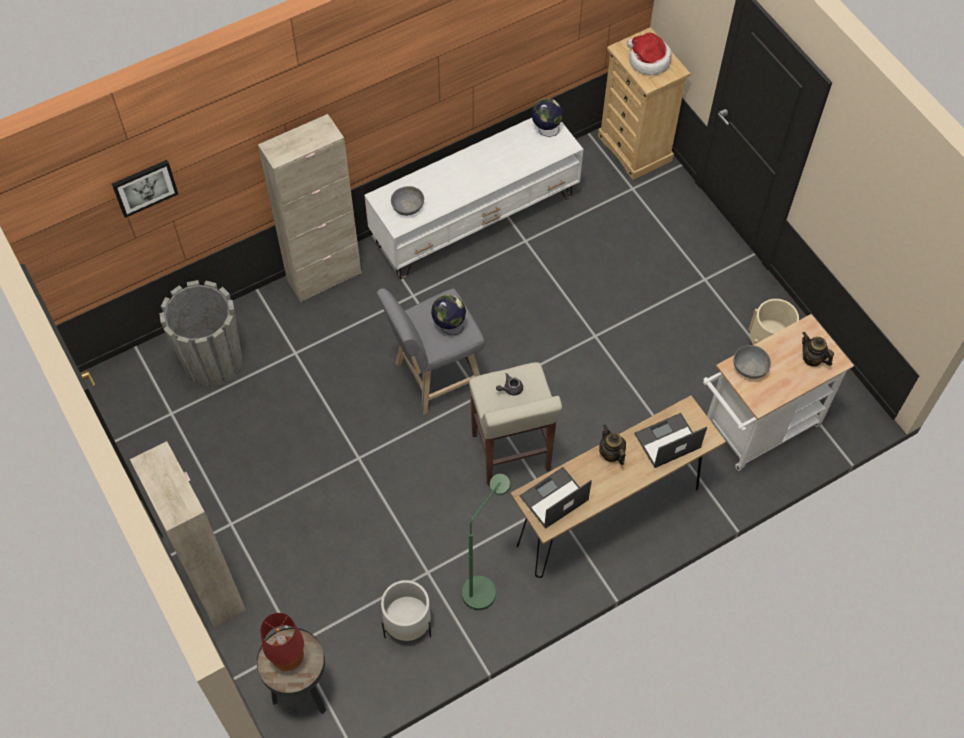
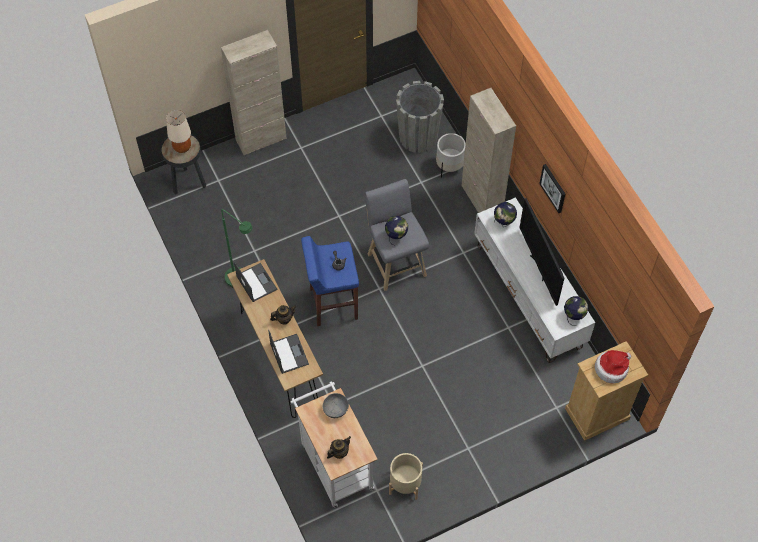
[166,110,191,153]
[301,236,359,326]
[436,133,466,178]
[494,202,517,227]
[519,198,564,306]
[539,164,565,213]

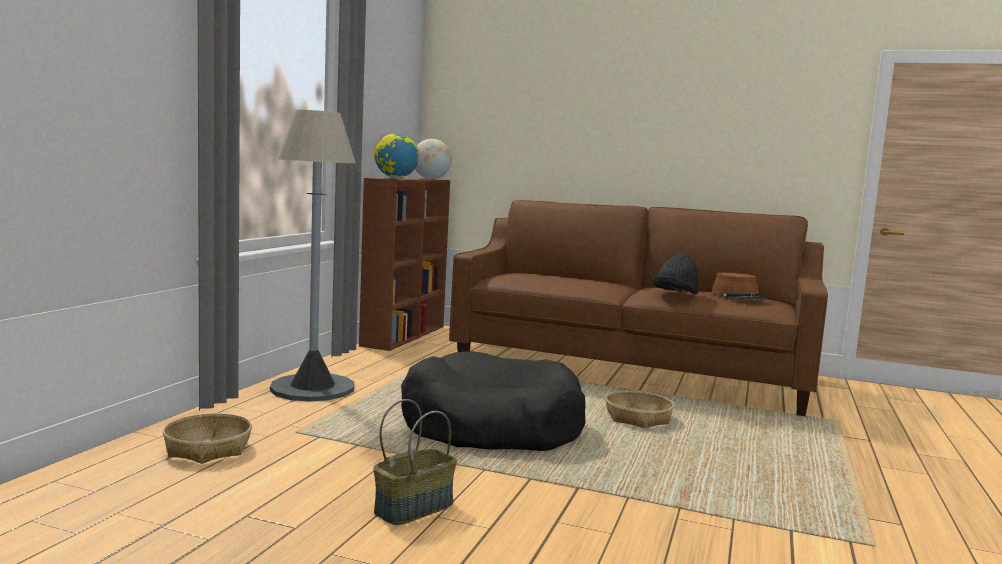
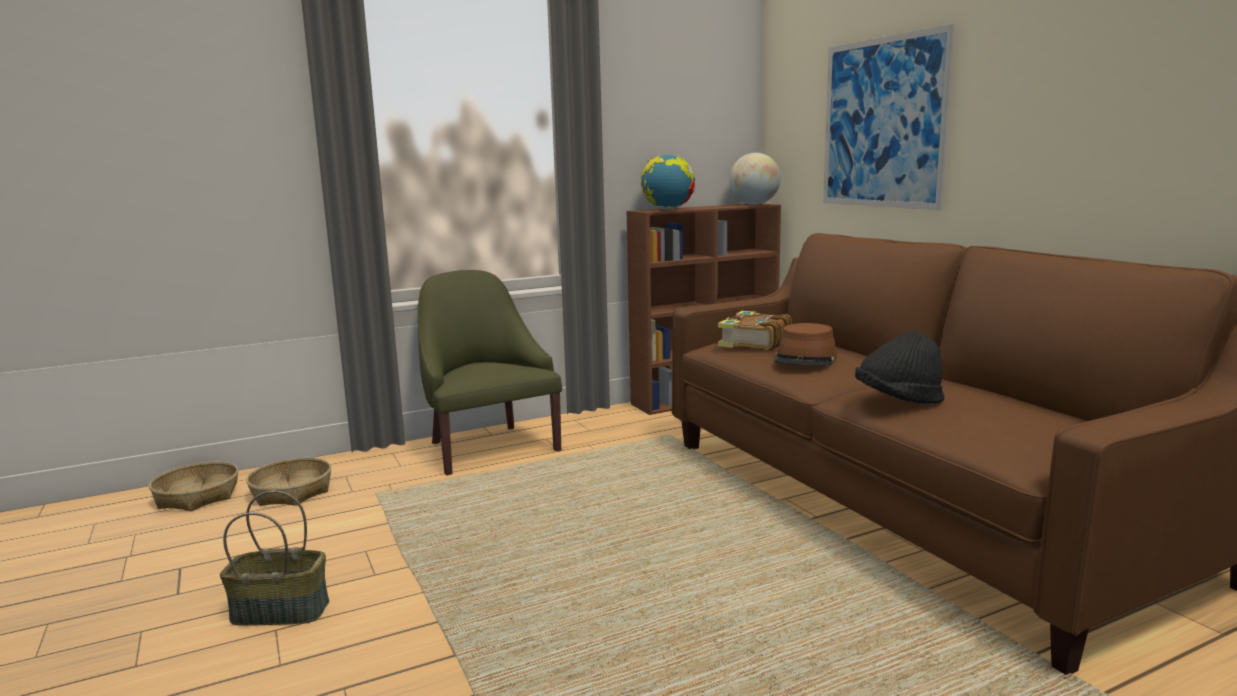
[149,462,238,511]
[418,270,562,475]
[718,311,792,350]
[774,323,837,366]
[823,24,956,210]
[401,351,586,451] (first image)

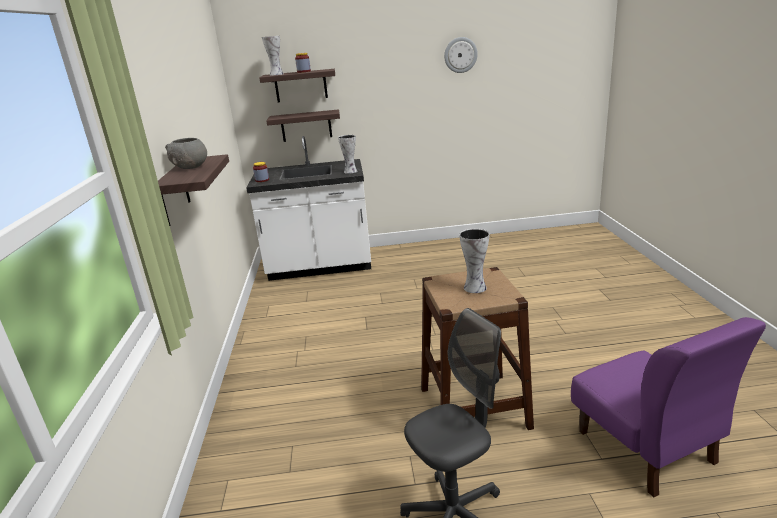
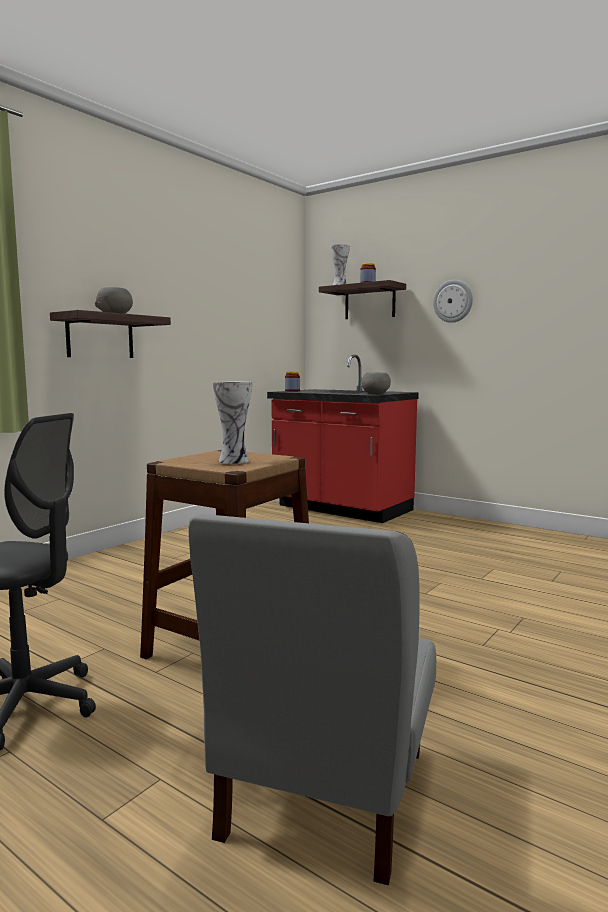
[188,514,436,886]
[267,355,419,523]
[361,373,391,394]
[433,280,473,323]
[266,109,340,142] (first image)

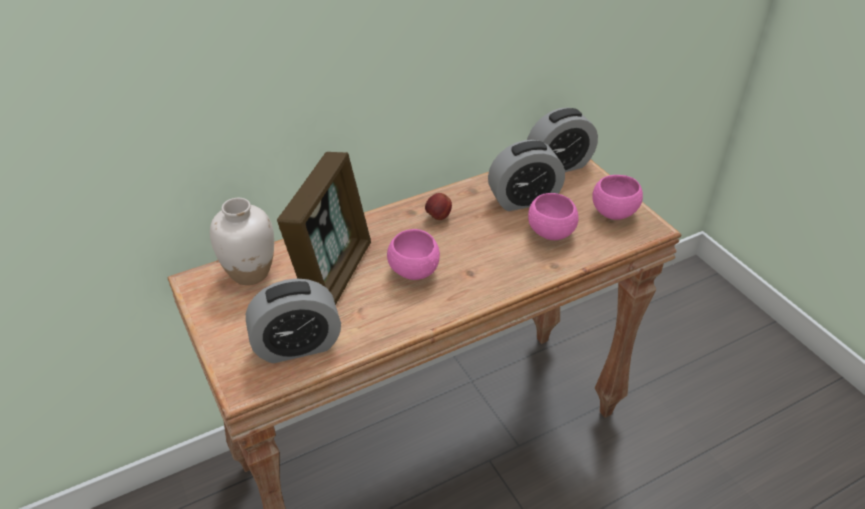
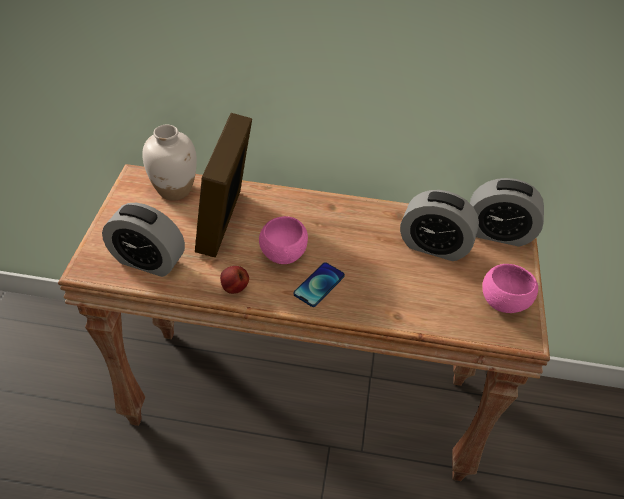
[195,113,252,257]
[220,266,249,294]
[294,262,345,307]
[528,193,579,240] (first image)

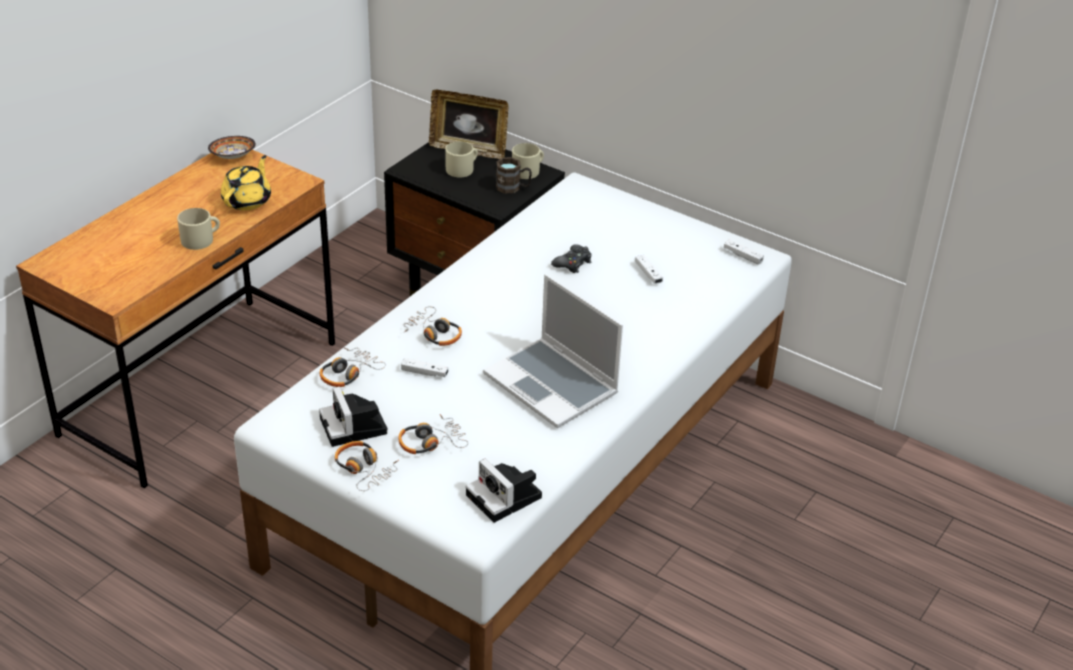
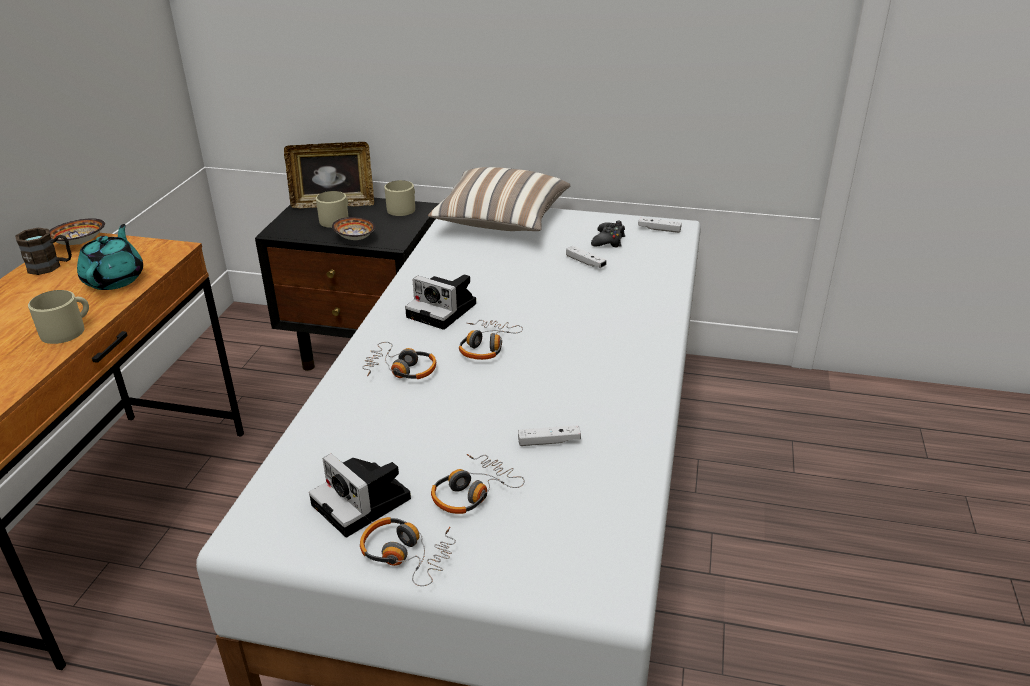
[15,228,72,275]
[77,224,143,290]
[332,217,375,240]
[405,274,476,330]
[428,167,571,231]
[459,320,523,360]
[518,425,581,446]
[591,221,625,248]
[483,274,623,428] (first image)

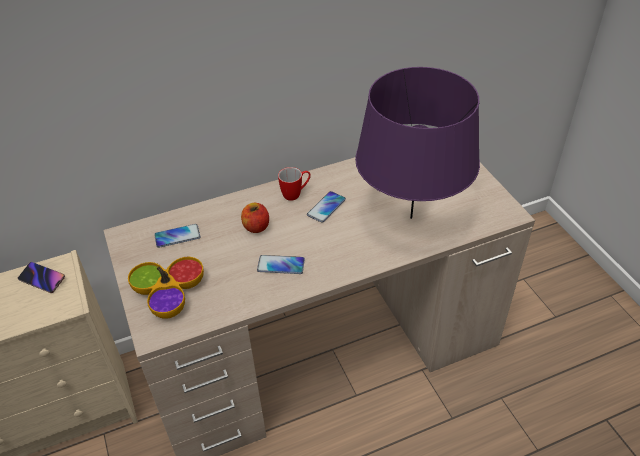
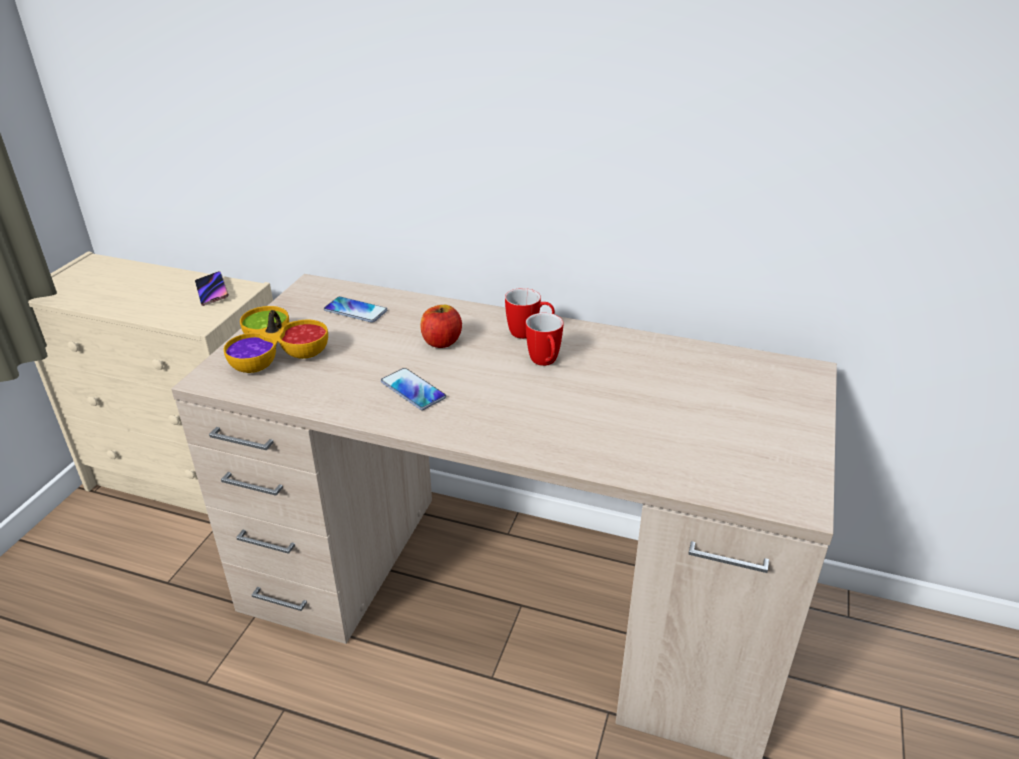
[526,313,563,366]
[355,67,480,219] (first image)

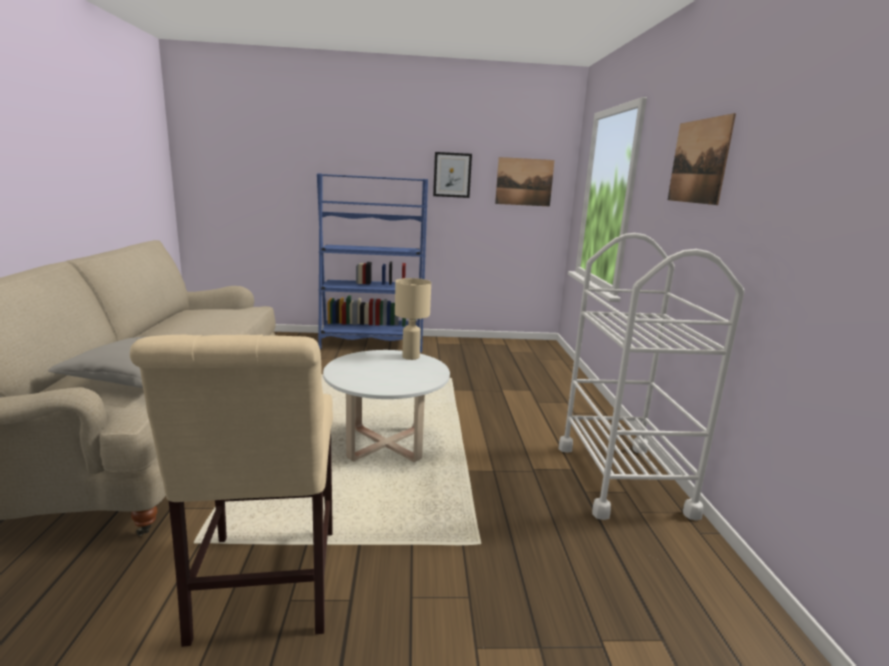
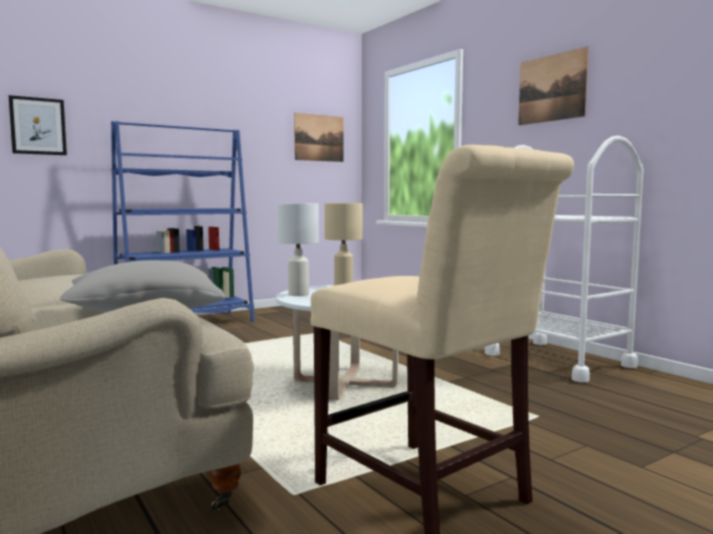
[9,95,67,155]
[277,203,319,296]

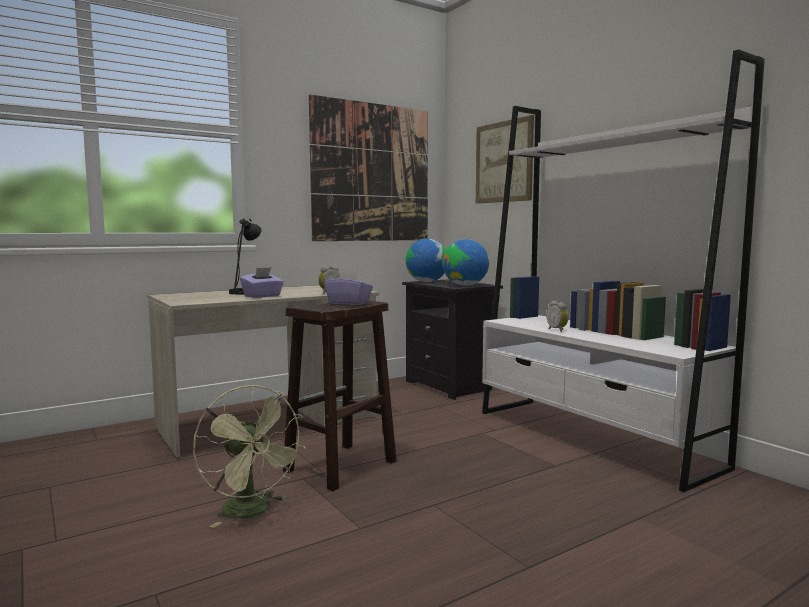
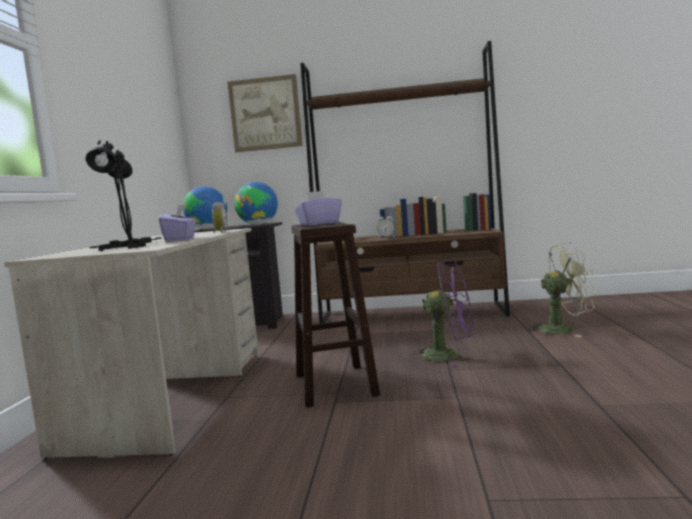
[86,140,146,251]
[300,41,510,324]
[413,259,473,366]
[527,242,597,337]
[309,94,428,241] (first image)

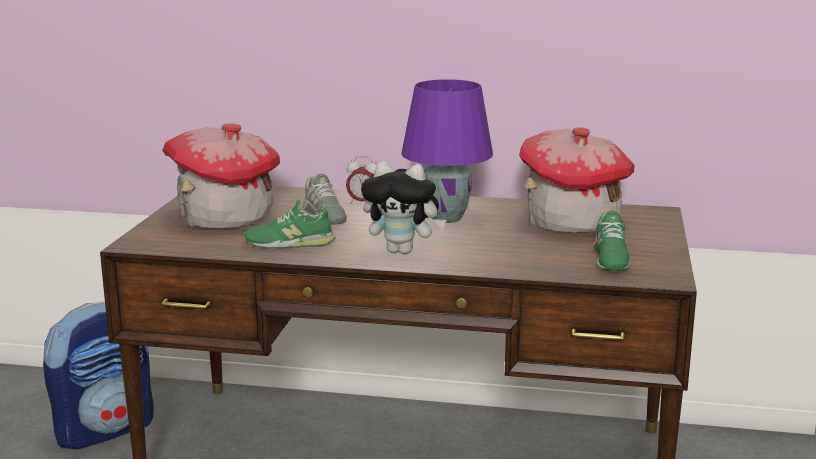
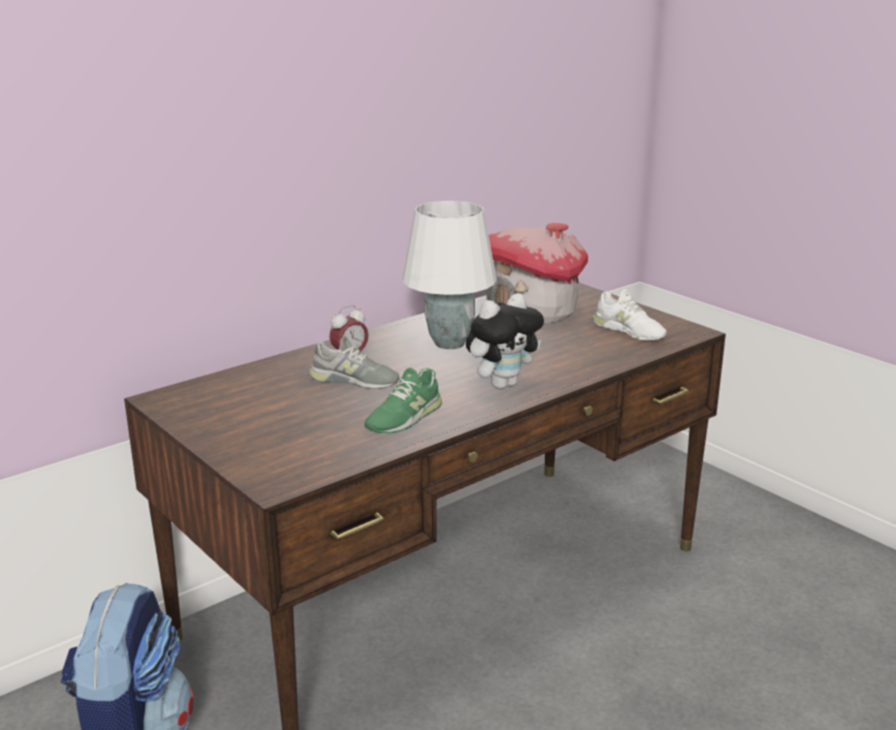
[402,201,497,349]
[593,289,667,340]
[162,123,280,228] (first image)

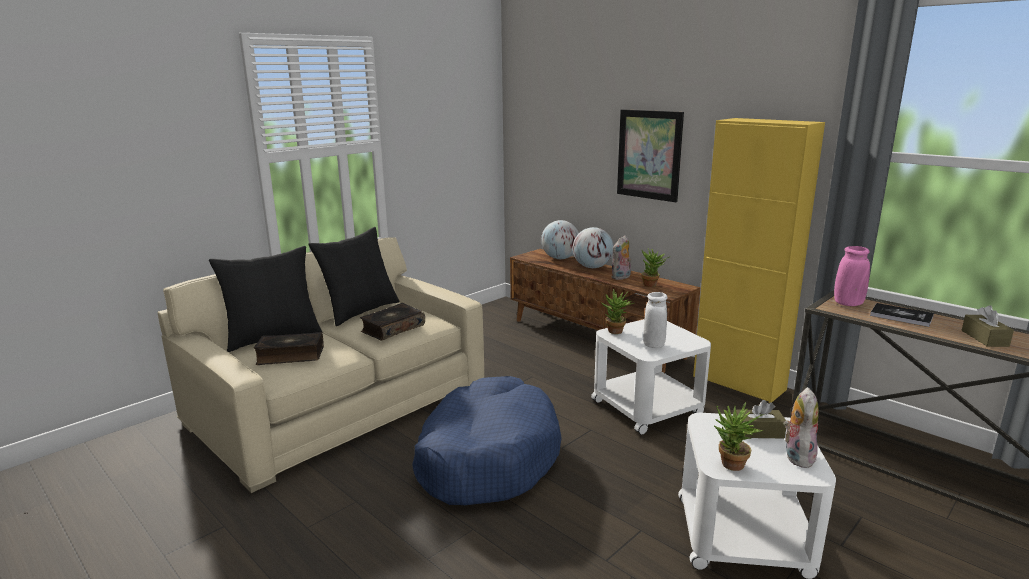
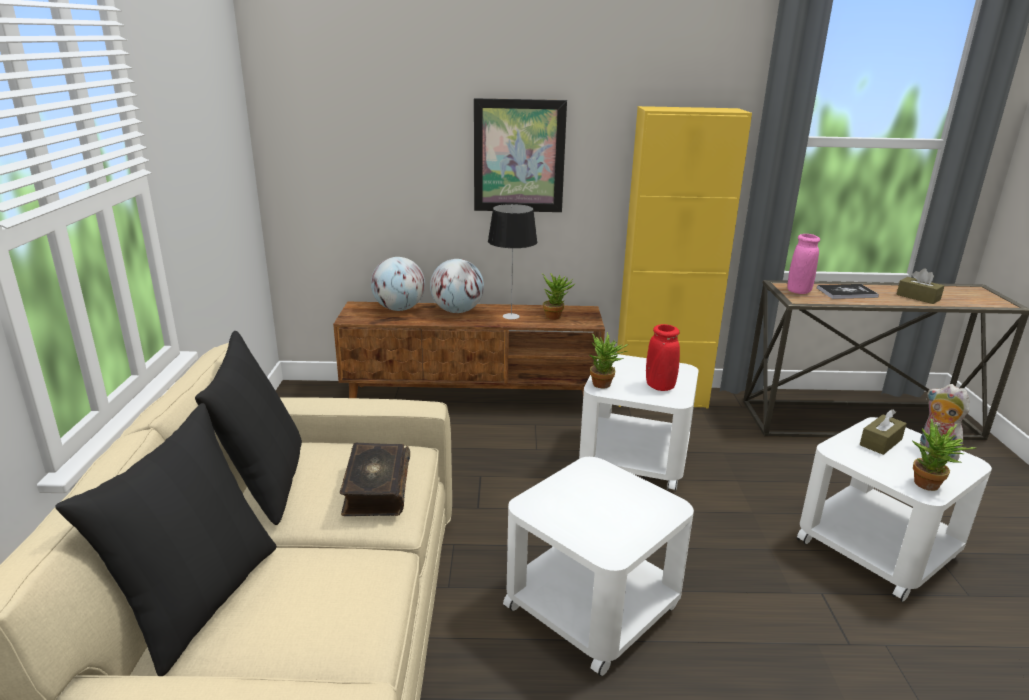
[488,204,538,319]
[503,457,694,676]
[646,324,680,391]
[254,332,324,365] (first image)

